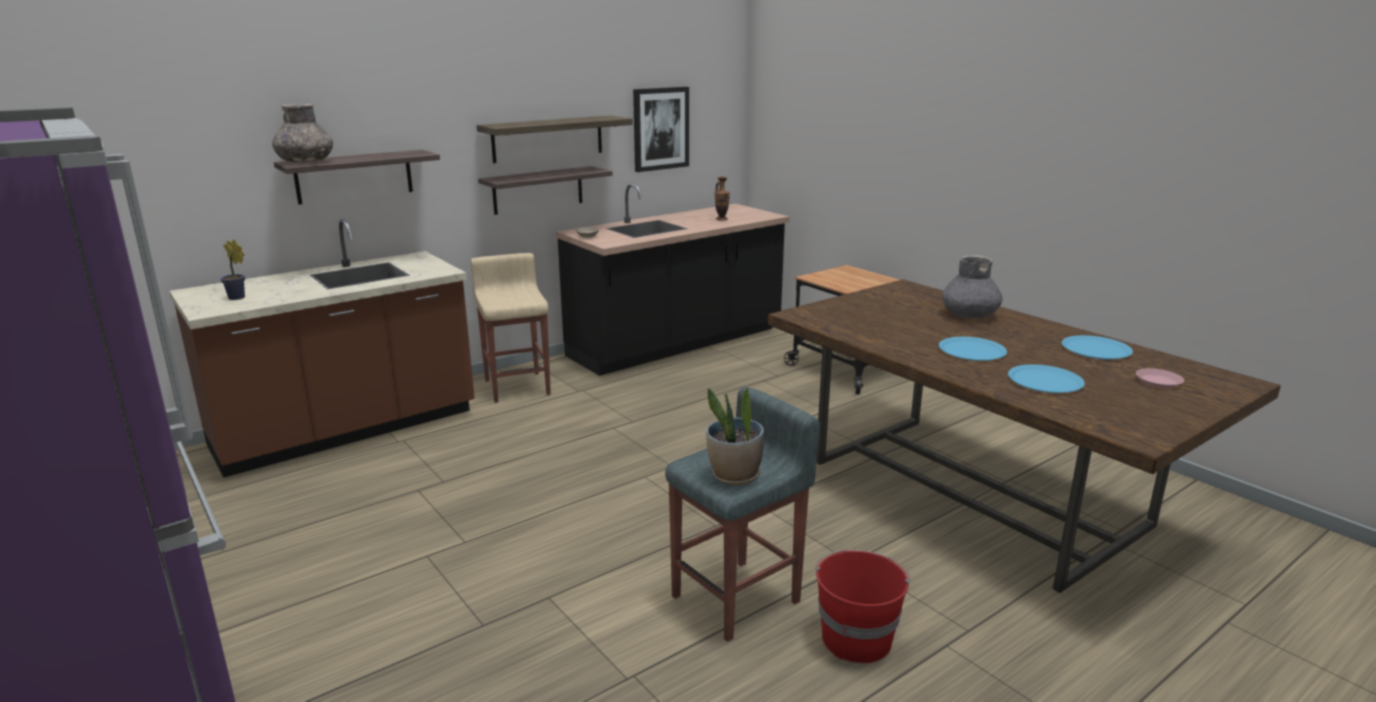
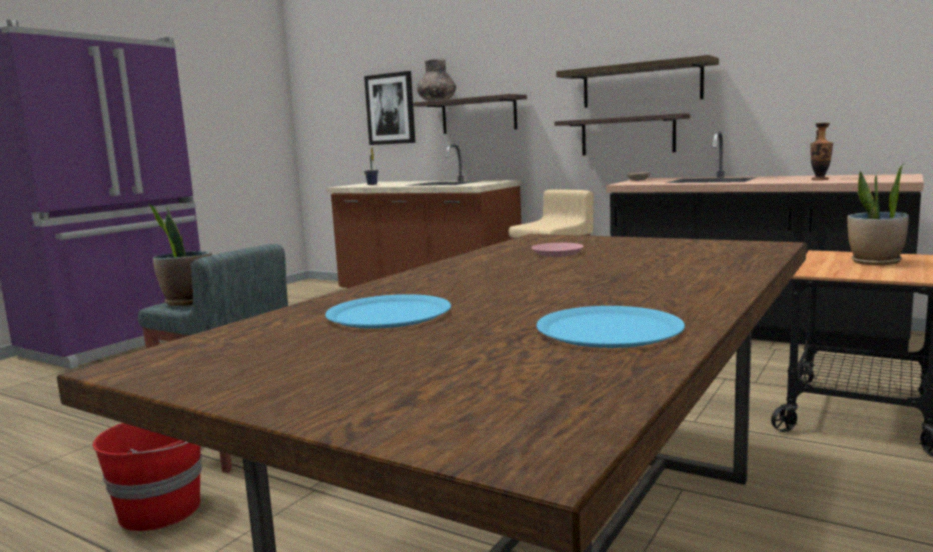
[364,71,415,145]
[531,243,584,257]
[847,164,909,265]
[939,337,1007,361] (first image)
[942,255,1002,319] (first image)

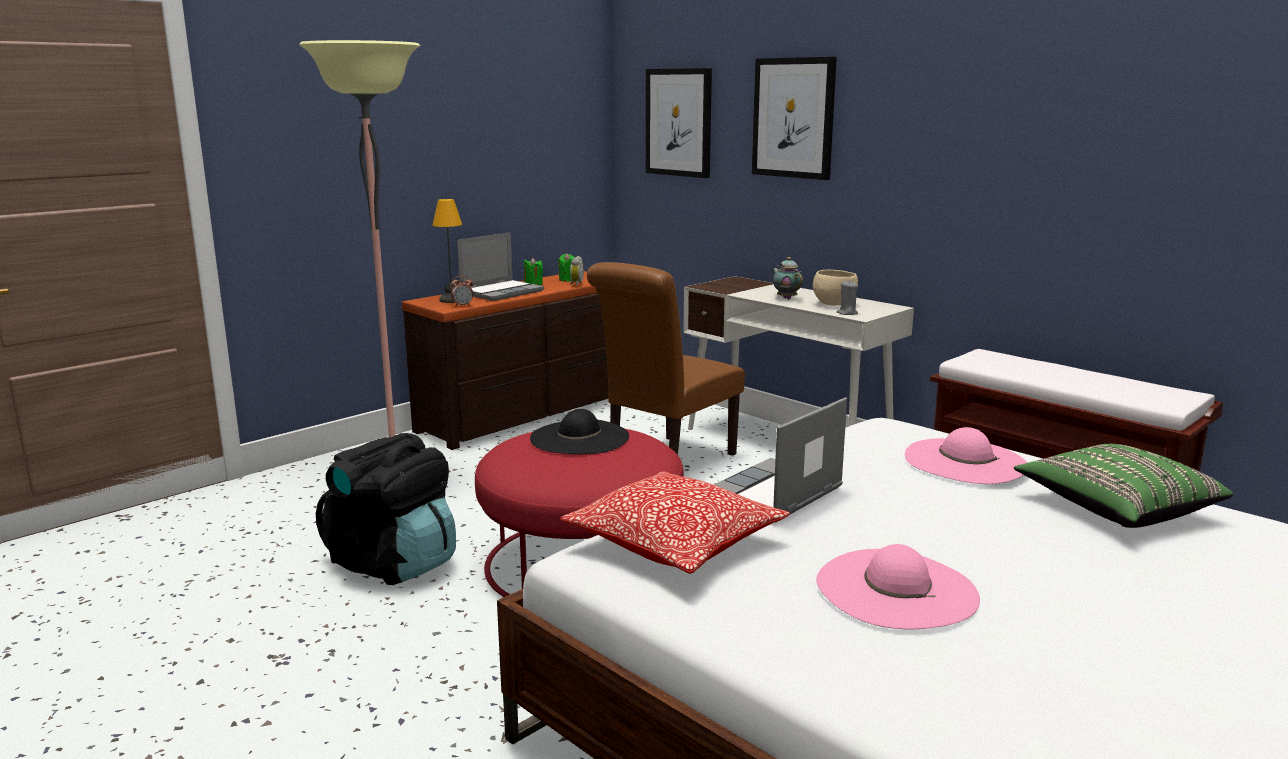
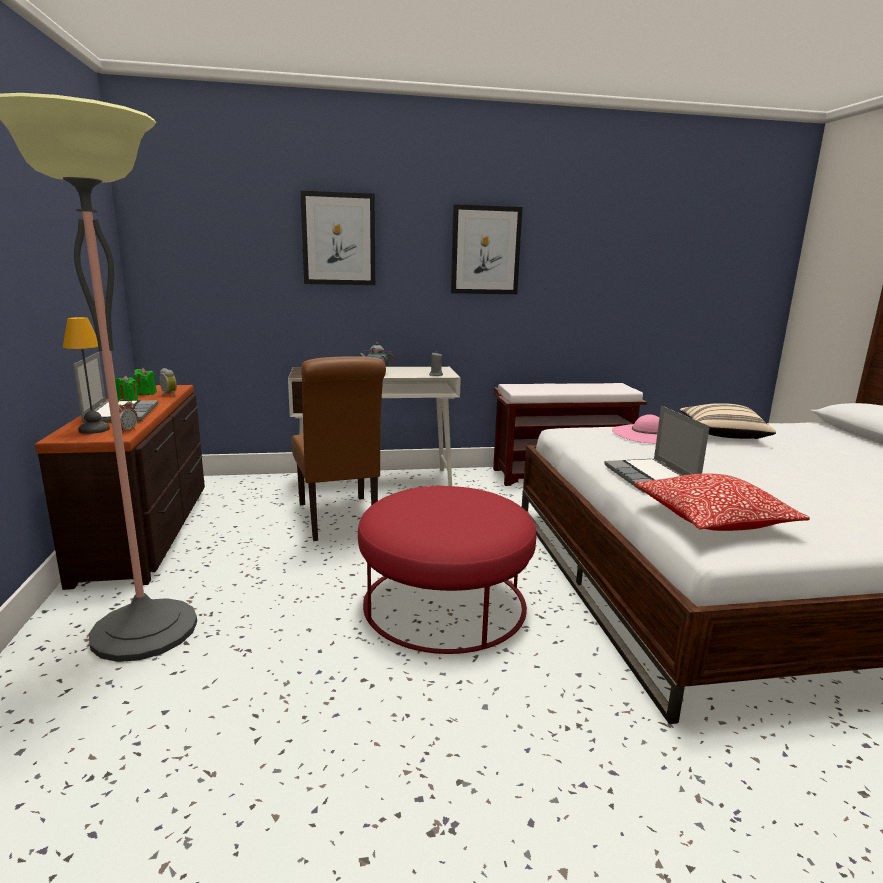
[451,204,522,294]
[679,403,776,439]
[316,433,456,585] (first image)
[530,409,629,454] (first image)
[813,270,858,305] (first image)
[816,544,980,629] (first image)

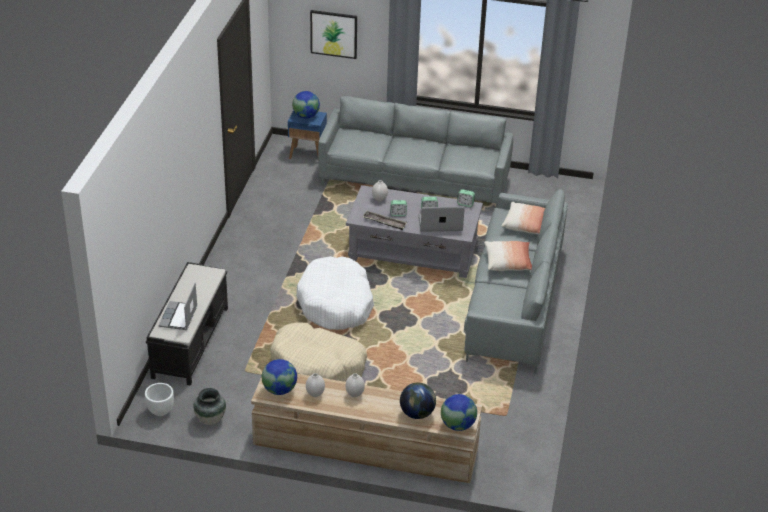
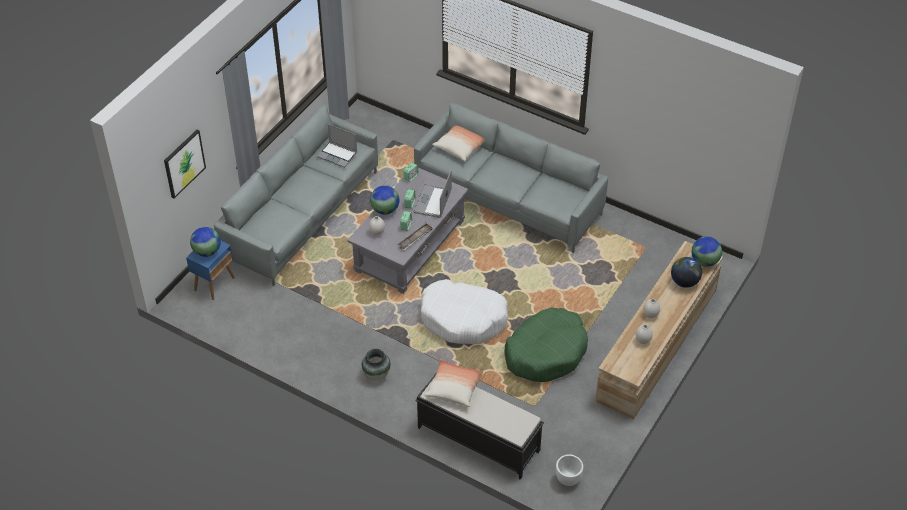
[317,124,357,168]
[362,349,391,381]
[370,185,399,215]
[424,360,484,407]
[504,307,588,382]

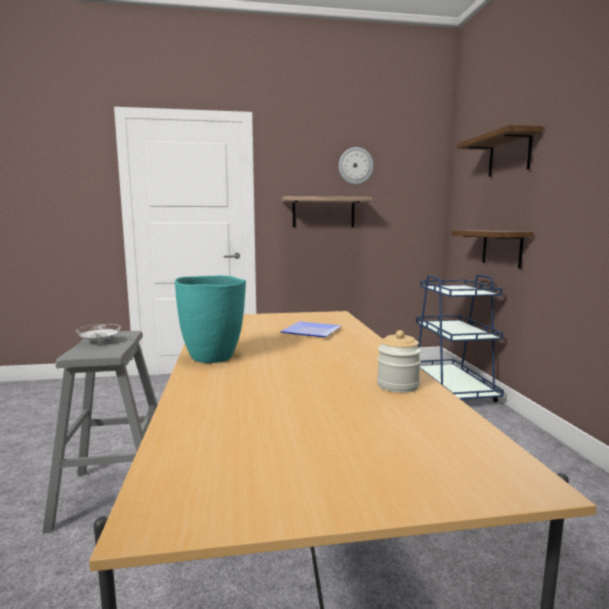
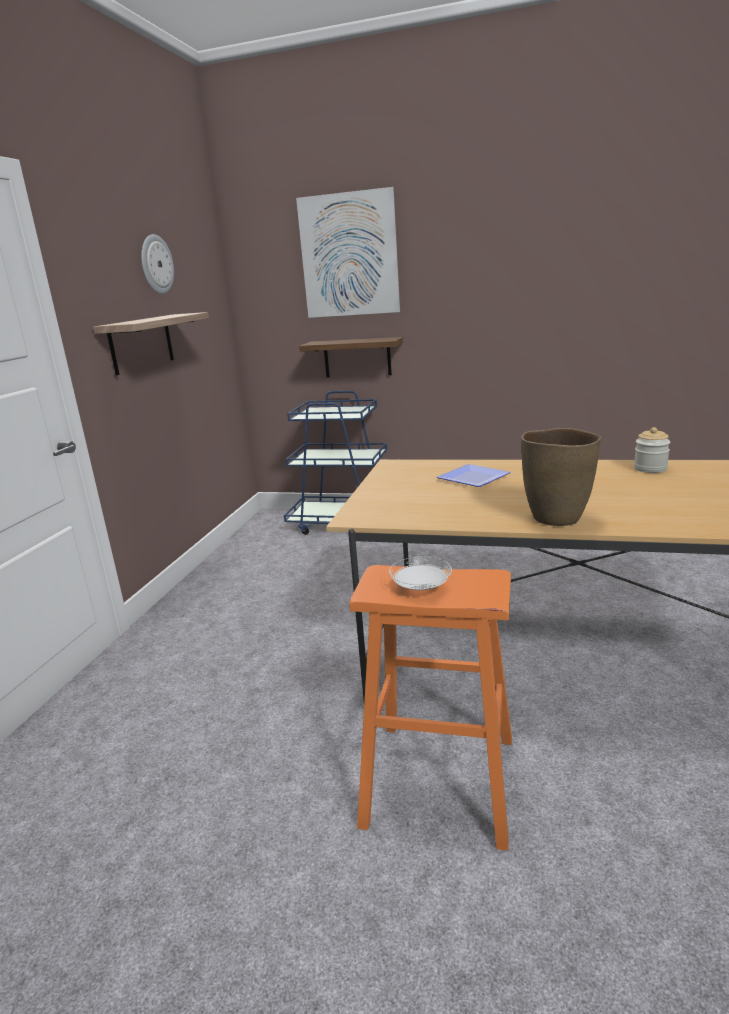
[296,187,400,318]
[349,565,512,851]
[521,428,601,526]

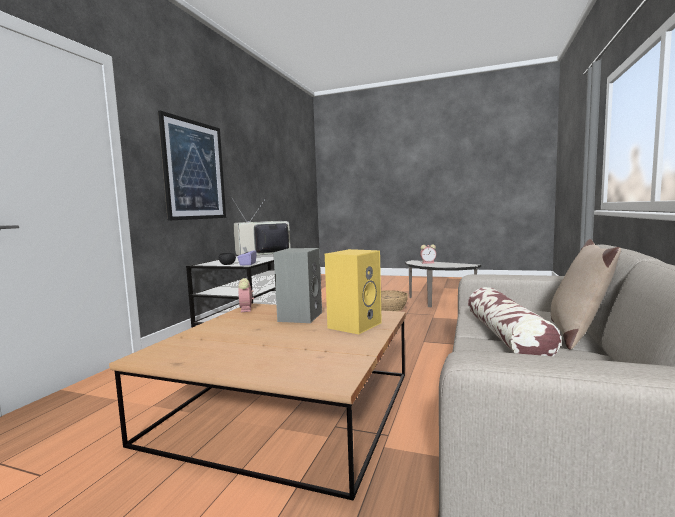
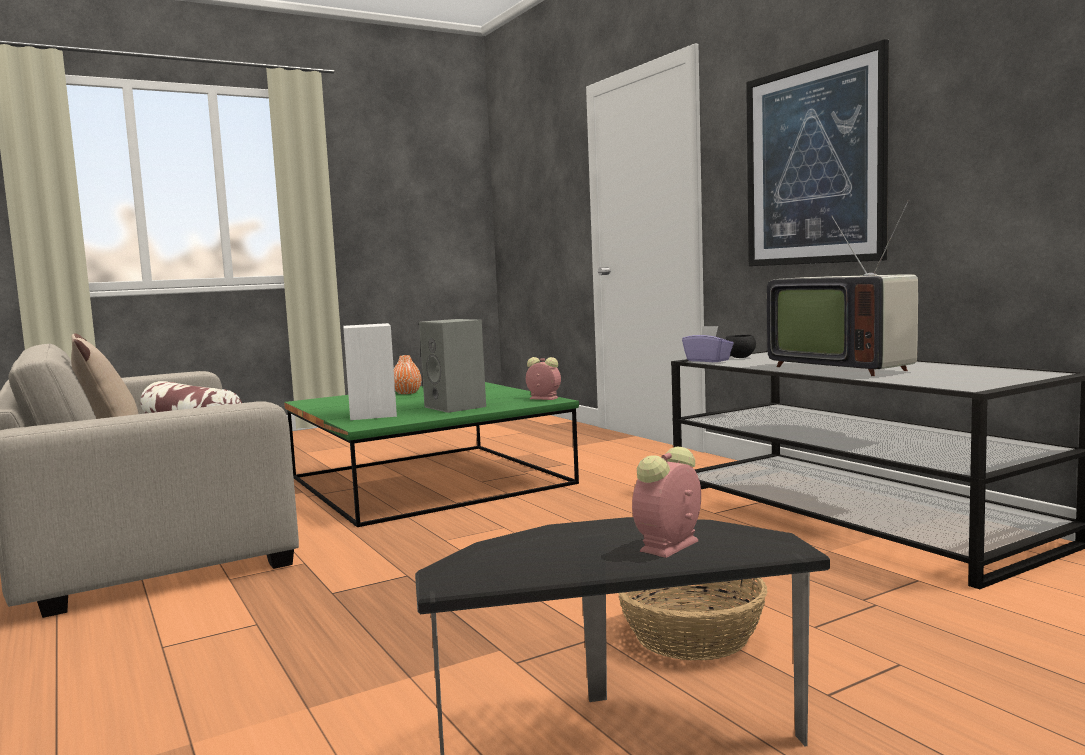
[284,382,579,527]
[343,323,397,420]
[394,355,422,394]
[767,200,918,376]

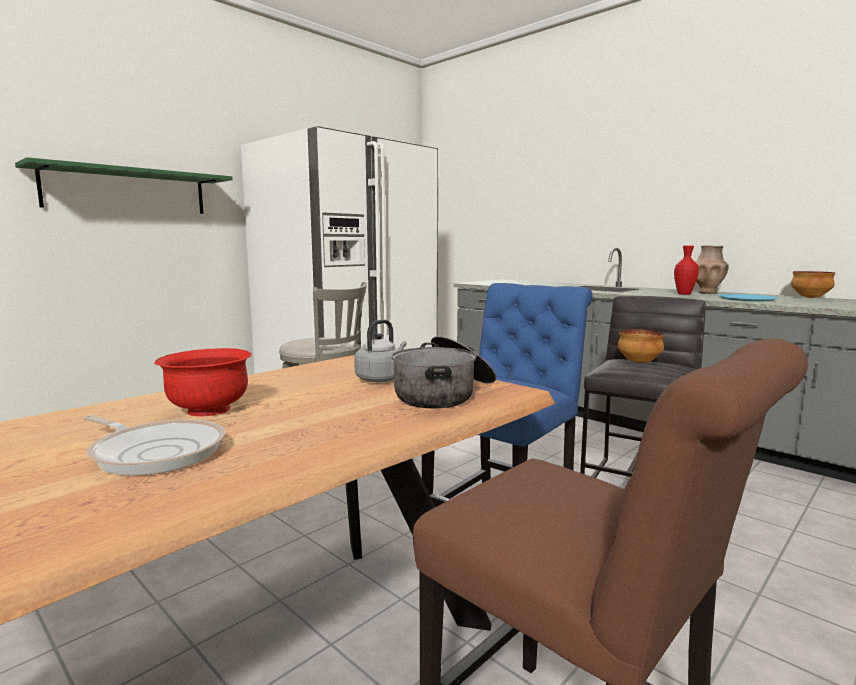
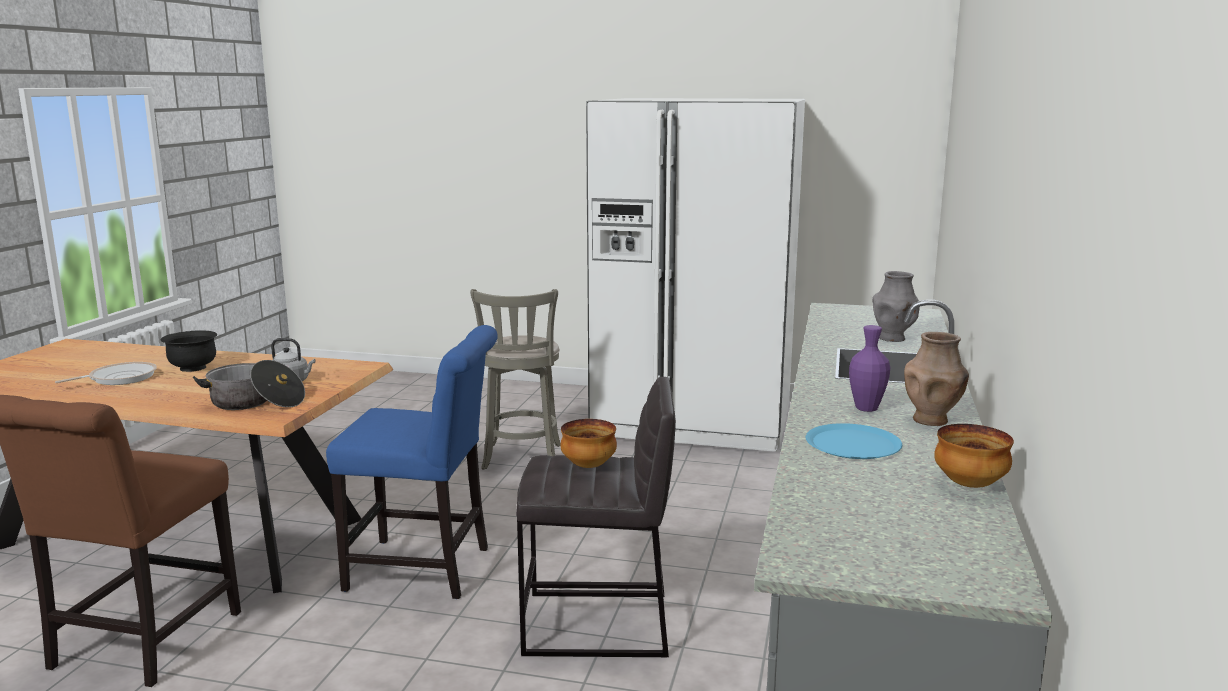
[55,362,157,385]
[161,330,217,372]
[849,325,891,412]
[872,271,920,342]
[15,157,233,214] (first image)

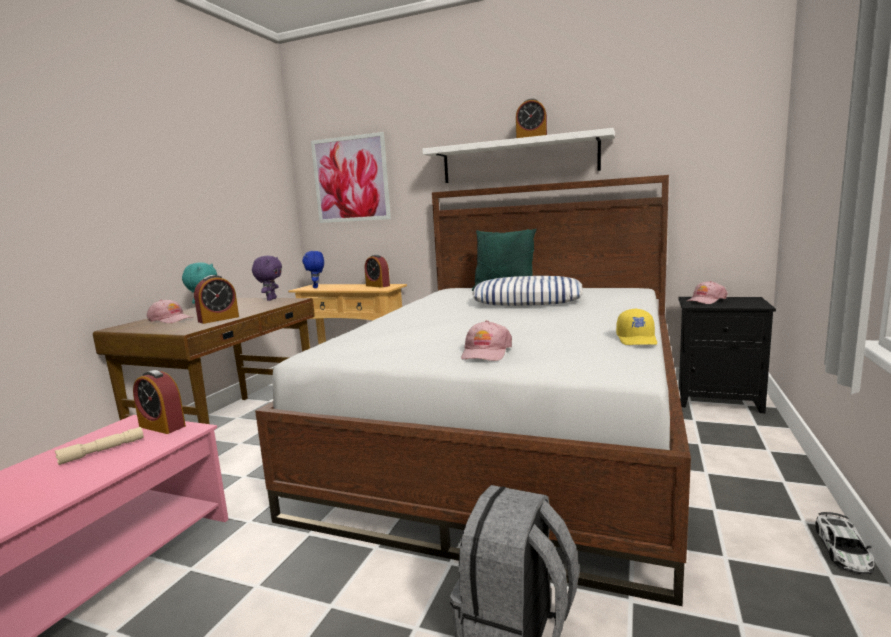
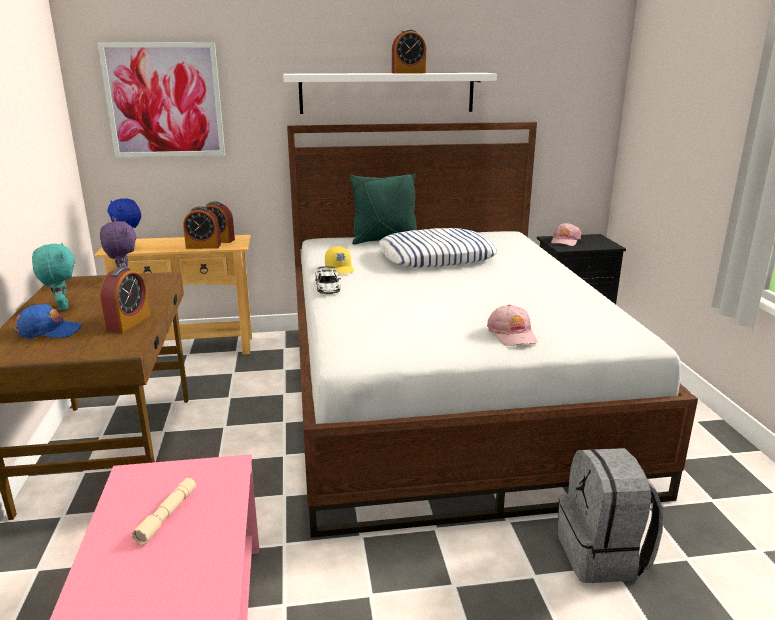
[13,304,83,339]
[183,206,221,249]
[315,266,341,294]
[325,246,354,274]

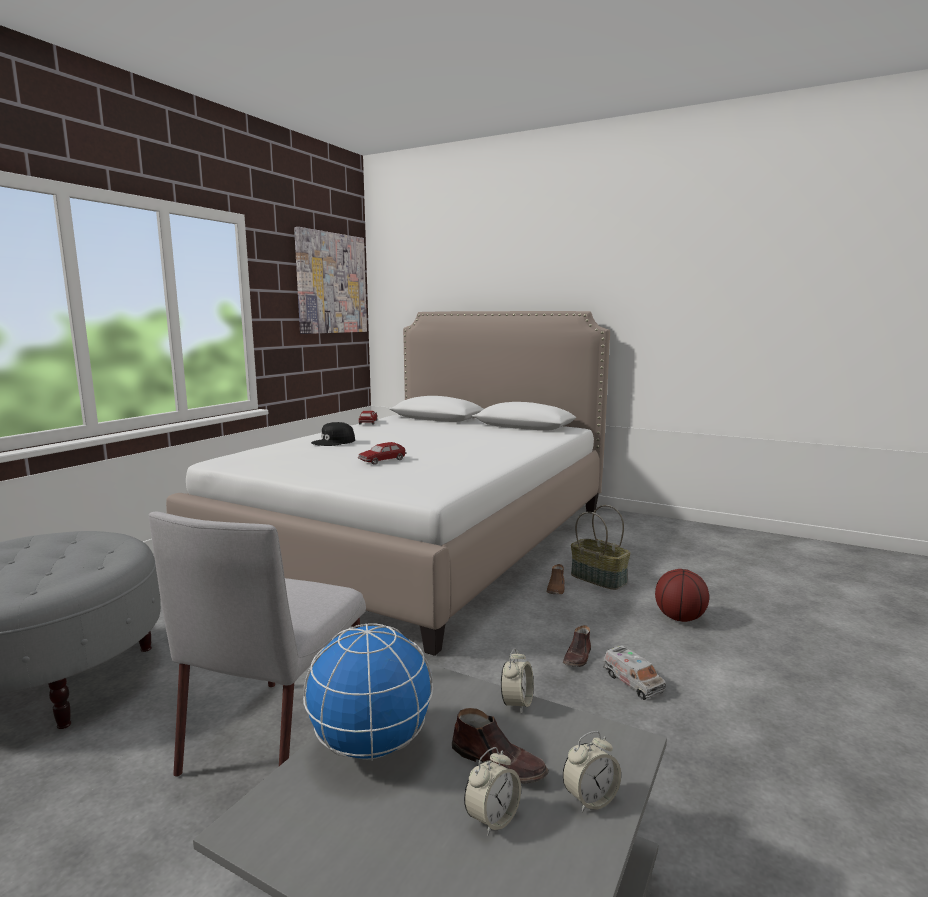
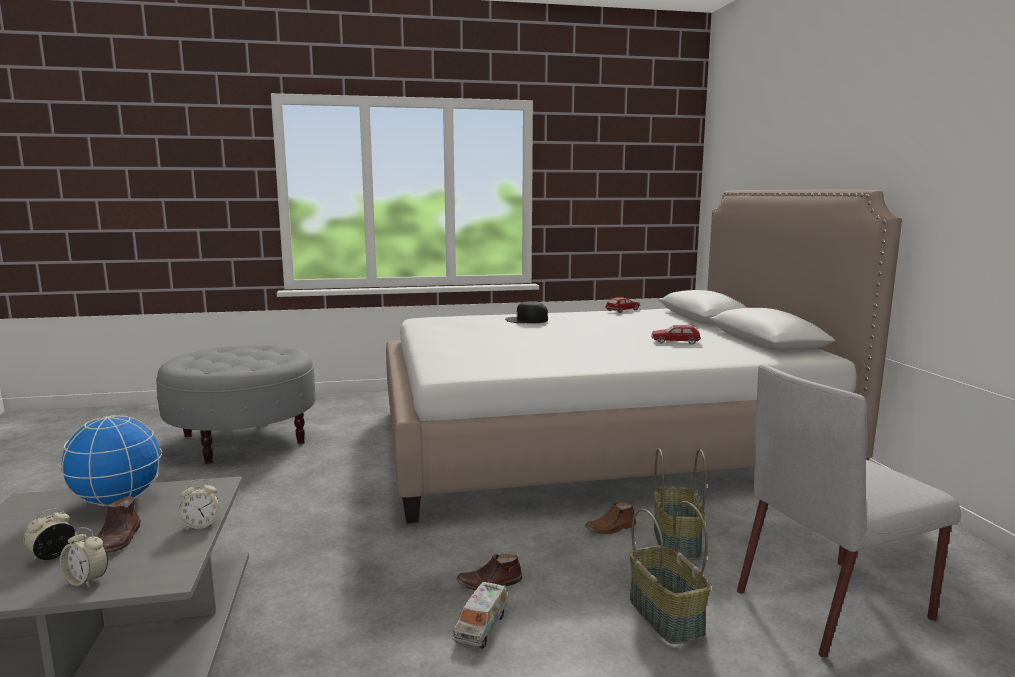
[23,508,75,560]
[630,501,711,644]
[651,325,701,345]
[737,365,961,658]
[294,227,367,334] (first image)

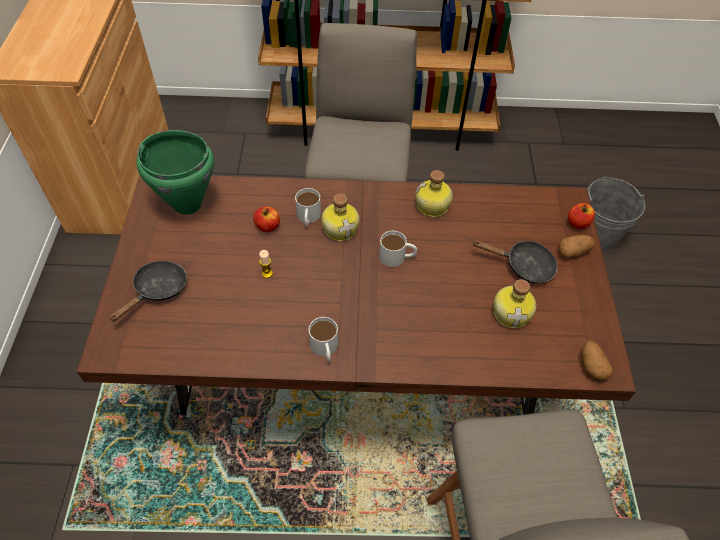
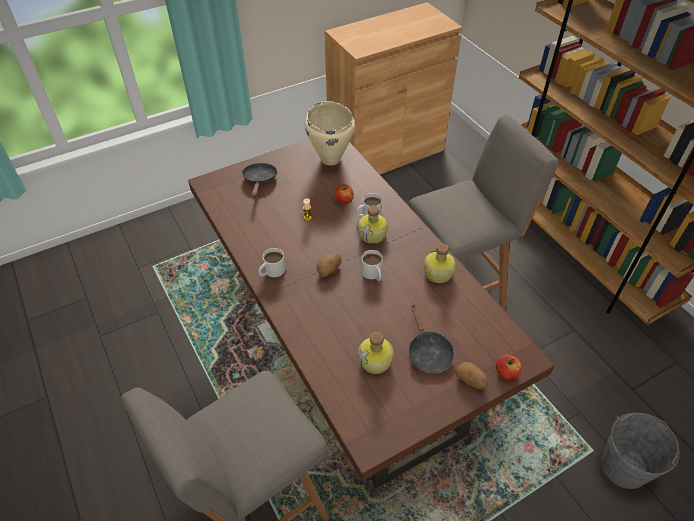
[242,163,277,197]
[305,101,355,165]
[316,253,341,277]

